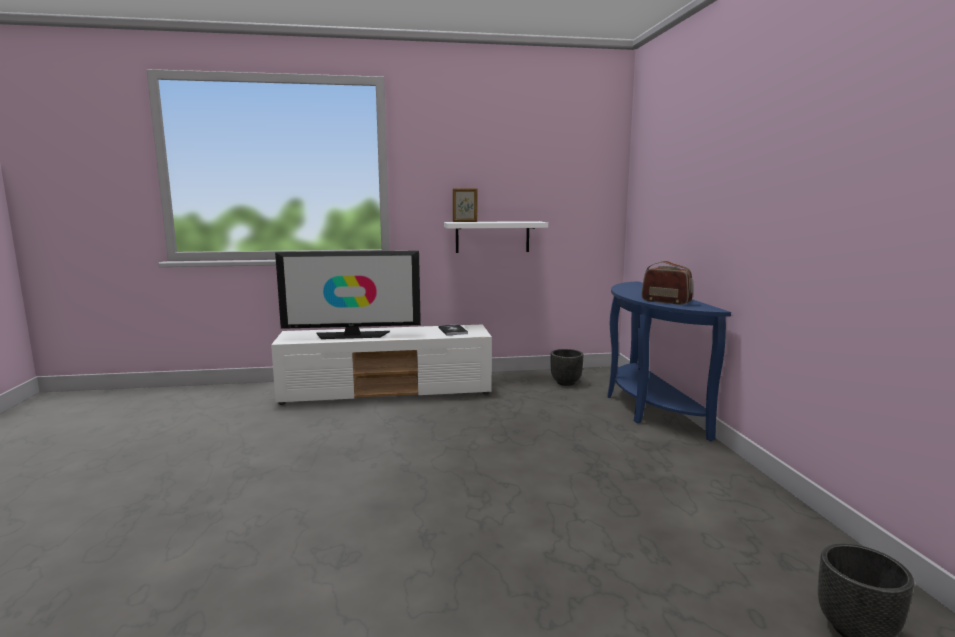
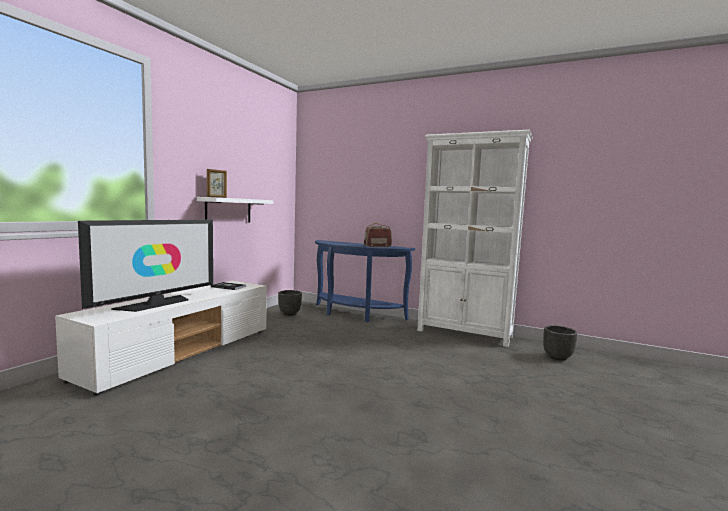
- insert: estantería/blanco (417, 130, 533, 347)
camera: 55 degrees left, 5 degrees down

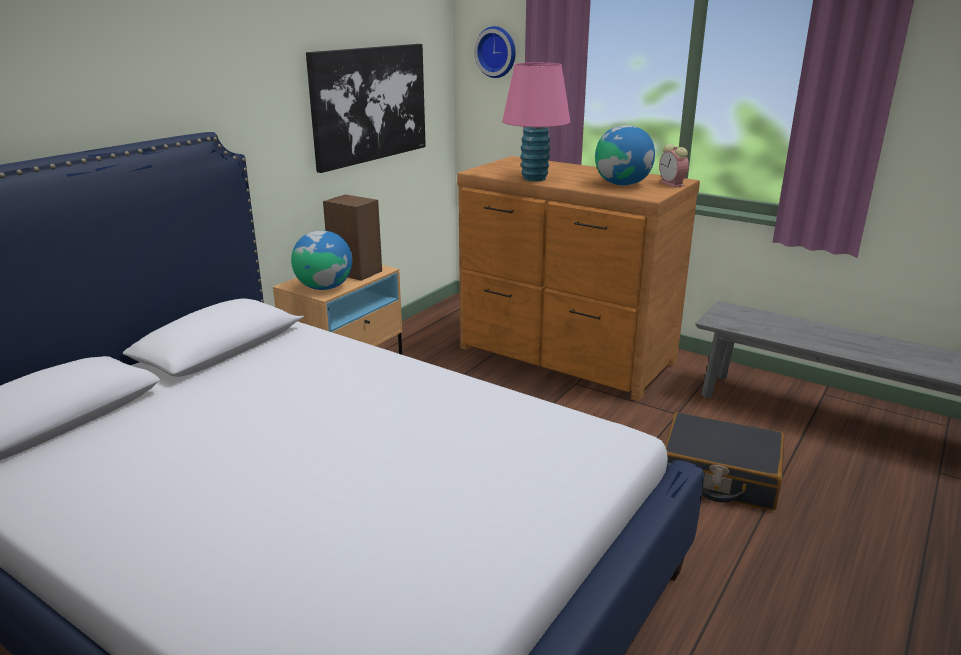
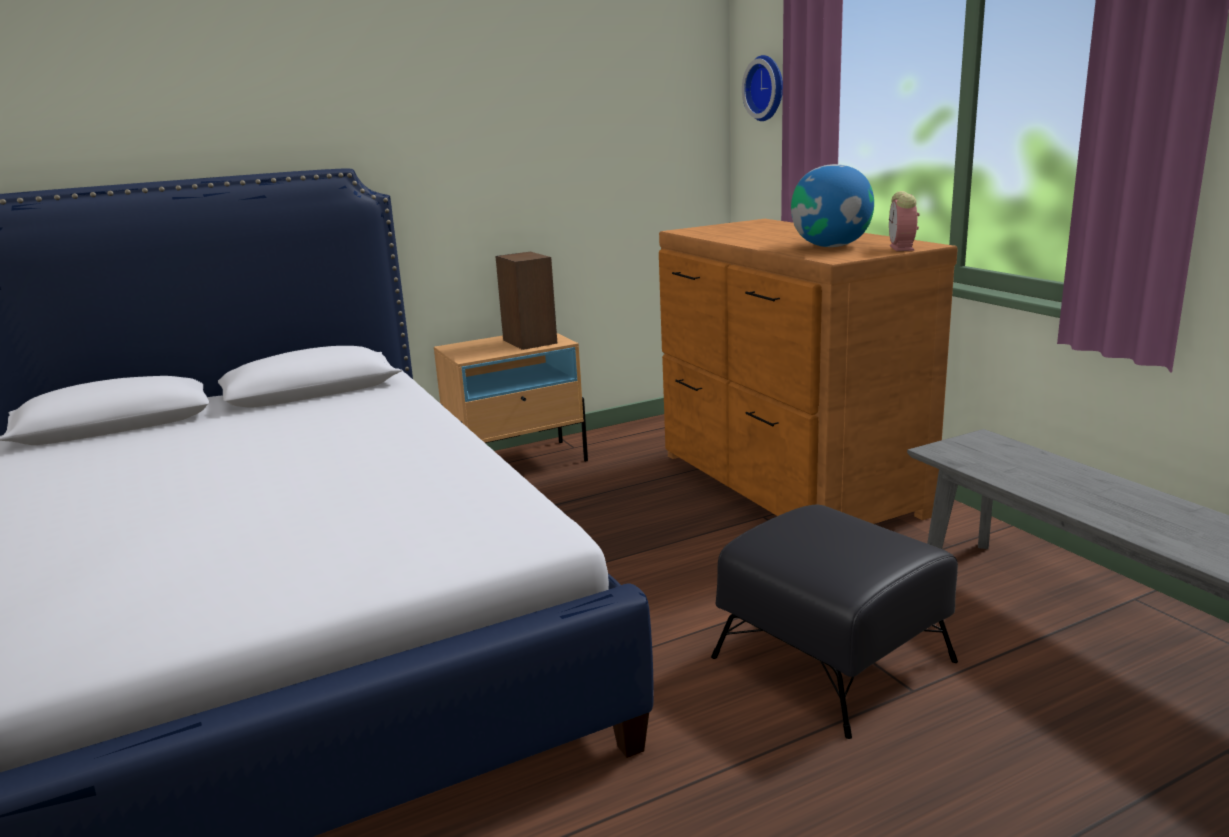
- delete: globo terráqueo (291, 231, 352, 290)
- delete: cuadro (306, 44, 426, 173)
- delete: lámpara de mesa/rosa (502, 63, 570, 181)
- replace: maleta/negro (665, 412, 784, 511) to puf/negro (711, 504, 958, 739)
camera: 30 degrees right, 5 degrees down

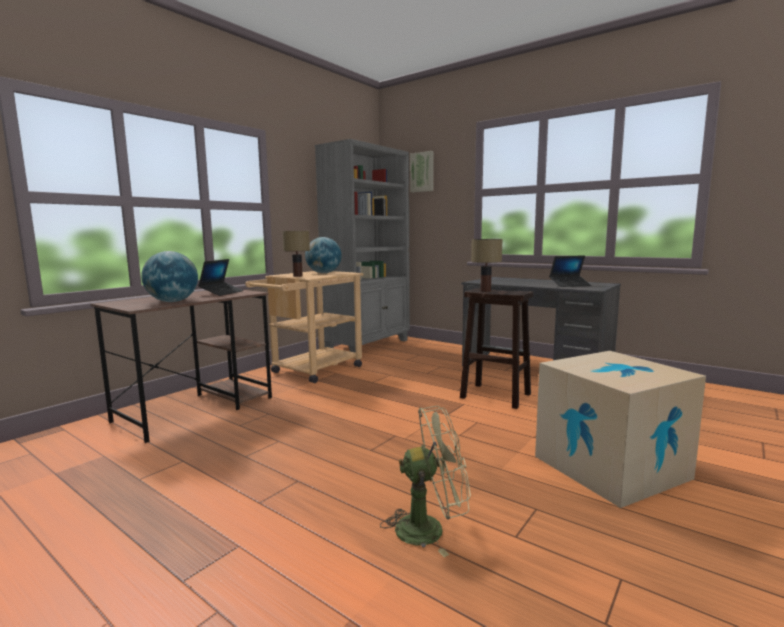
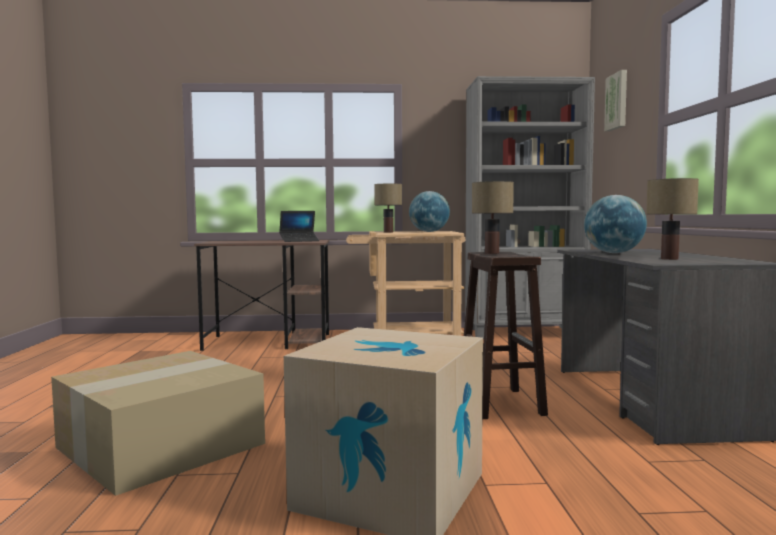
- move: globo terráqueo (141, 251, 198, 302) to (584, 195, 647, 253)
- replace: ventilador/verde (380, 406, 471, 557) to caja de cartón (51, 351, 265, 496)
- replace: portátil (549, 255, 591, 287) to lámpara de mesa (646, 178, 699, 260)
camera: 50 degrees right, 5 degrees down

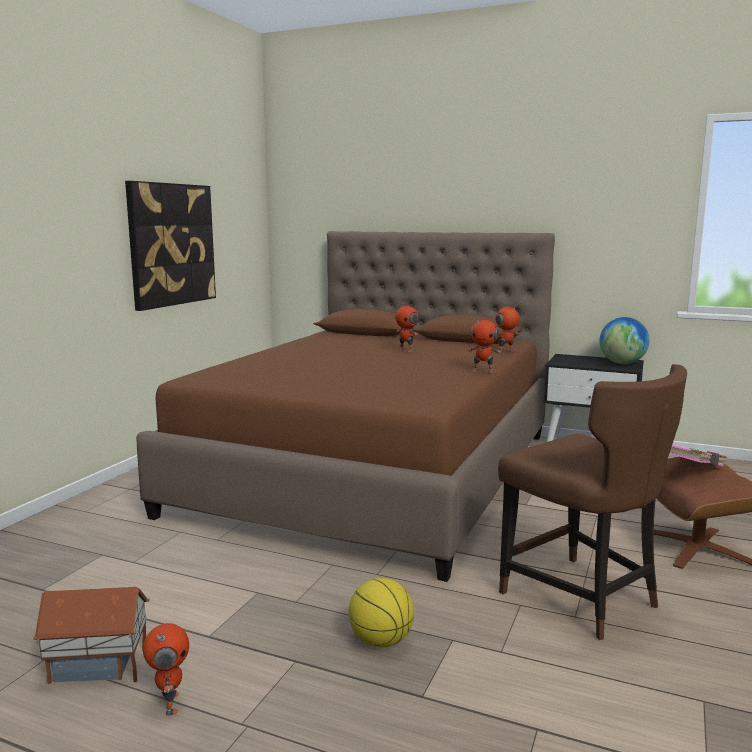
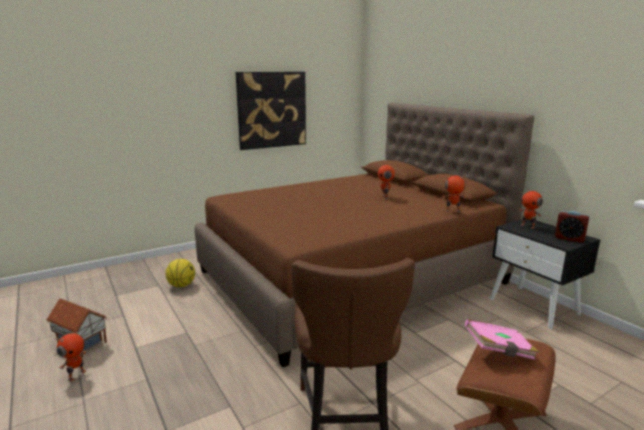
- move: balón de baloncesto (349, 578, 414, 647) to (165, 259, 195, 288)
- move: robot de juguete (468, 315, 500, 373) to (519, 186, 543, 229)
- replace: globo terráqueo (599, 317, 649, 364) to despertador (555, 211, 589, 243)
camera: 35 degrees right, 5 degrees up

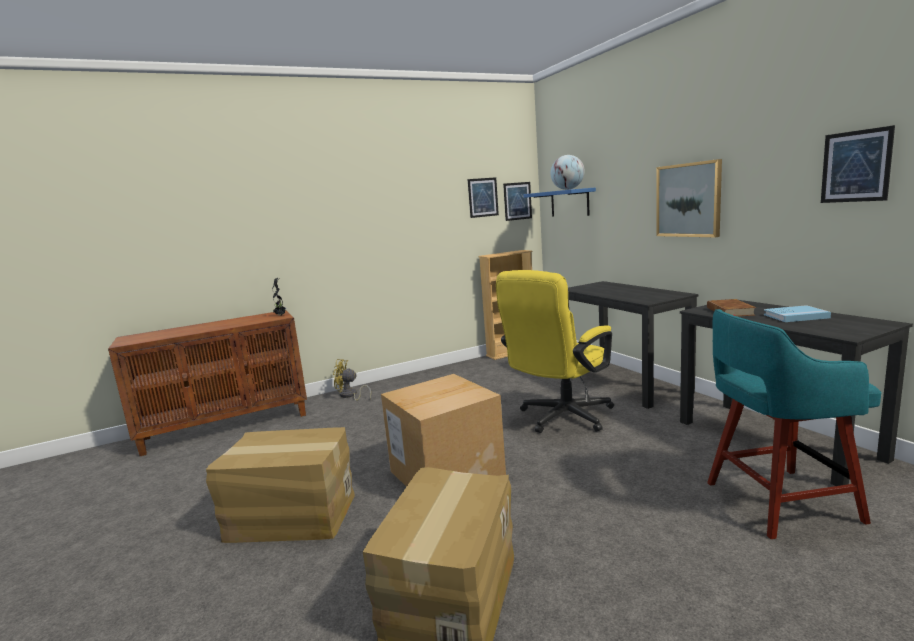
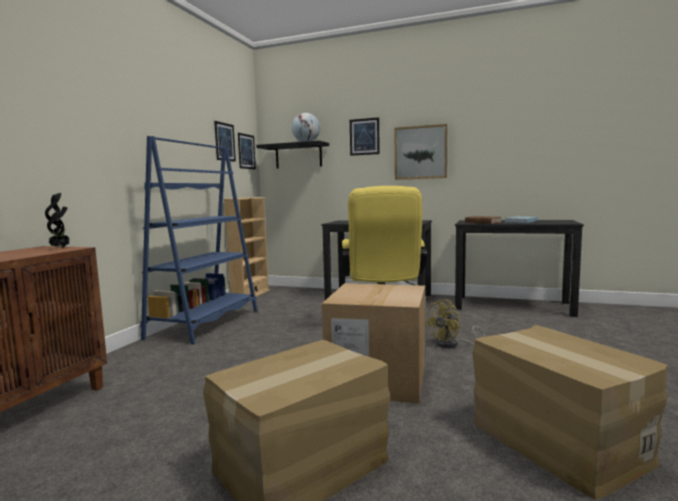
- delete: taburete/turquesa (707, 309, 881, 539)
- insert: estantería/azul (140, 136, 258, 345)
- move: ventilador/amarillo (333, 359, 371, 401) to (425, 299, 485, 348)
- move: cuadro (821, 125, 895, 203) to (350, 117, 380, 156)
- recolor: estante/azul (523, 188, 596, 217) to estante/negro (256, 141, 329, 169)
camera: 45 degrees left, 5 degrees down

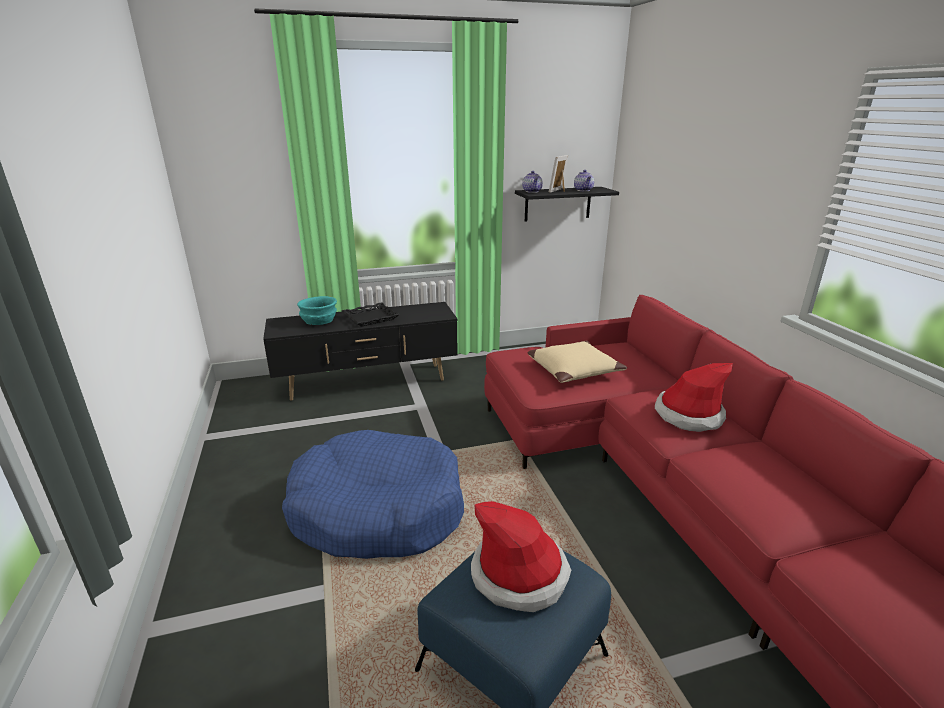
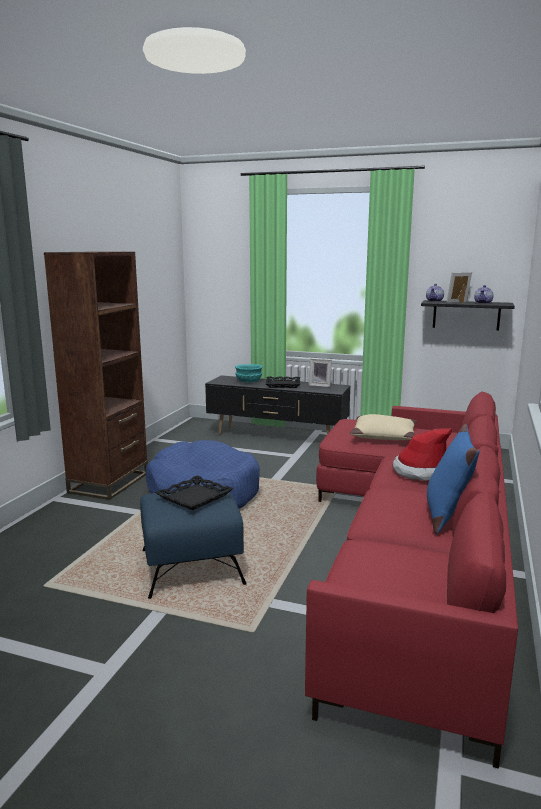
- insert: estantería/marrón (44, 251, 148, 500)
- insert: portarretratos (309, 358, 332, 387)
- insert: cojín/azul (427, 424, 480, 533)
- replace: sombrero (471, 501, 571, 612) to bandeja/negro (155, 475, 233, 510)
camera: 35 degrees right, 10 degrees down

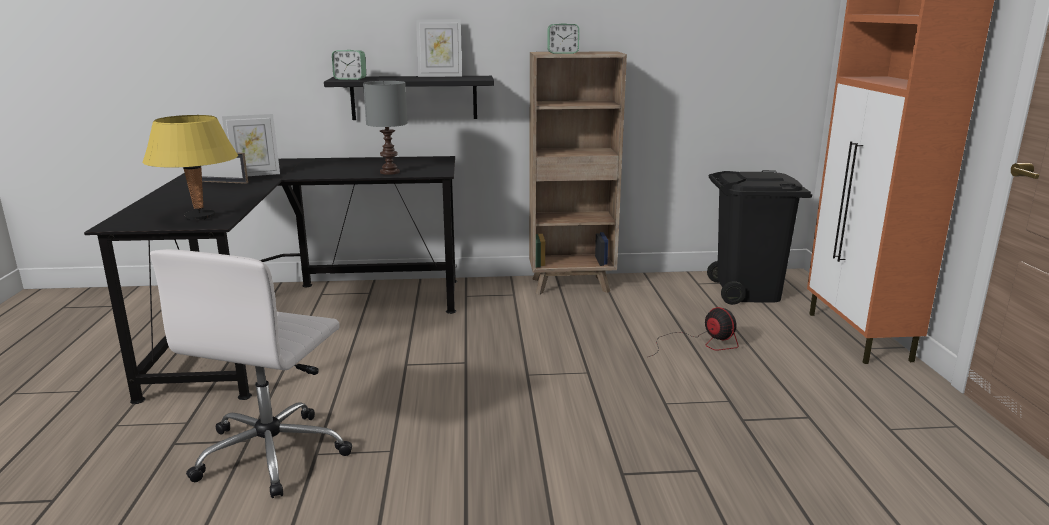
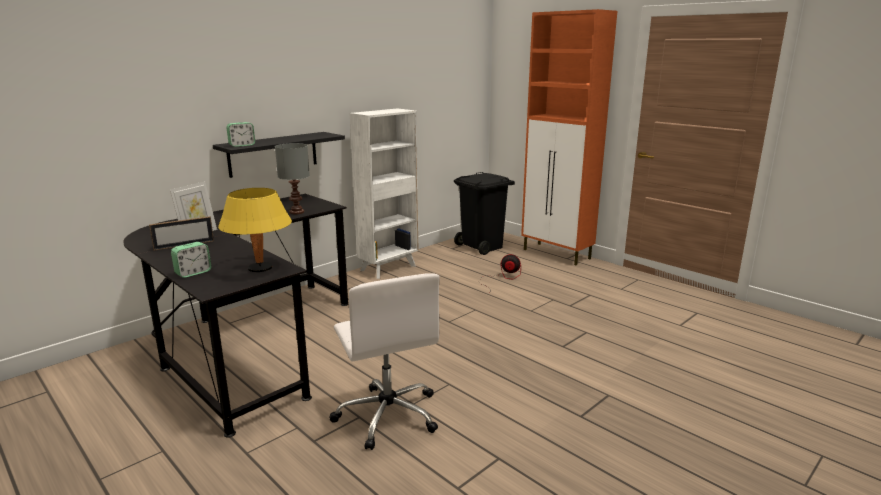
- delete: portarretratos (416, 19, 462, 77)
- move: despertador (547, 23, 579, 54) to (171, 242, 212, 278)
- recolor: estantería/marrón (529, 51, 627, 295) to estantería/blanco (350, 108, 419, 279)
camera: 40 degrees left, 0 degrees up

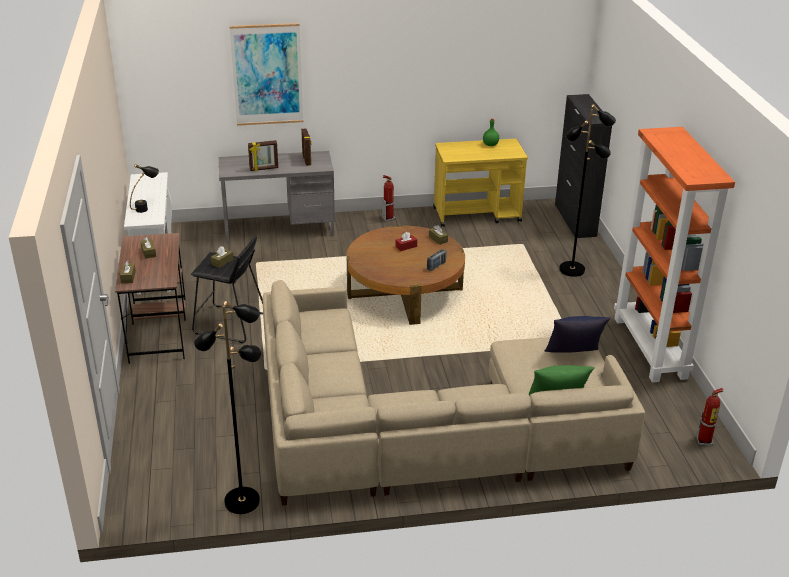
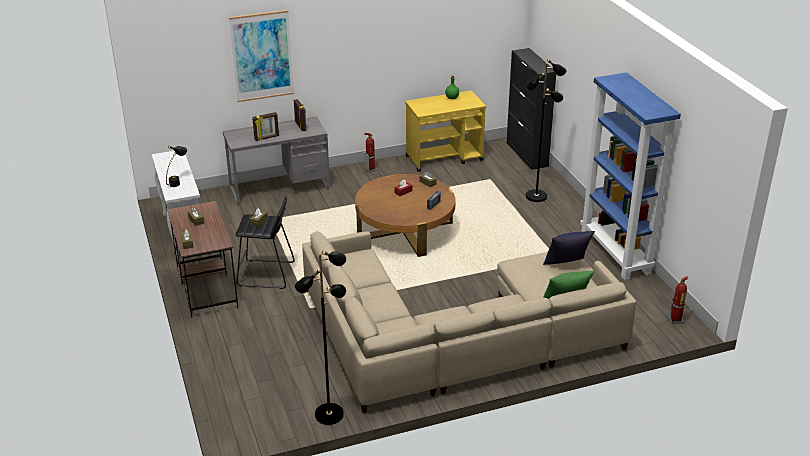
- recolor: estantería/naranja (614, 127, 735, 382) to estantería/azul (580, 72, 681, 280)
camera: 10 degrees left, 0 degrees up

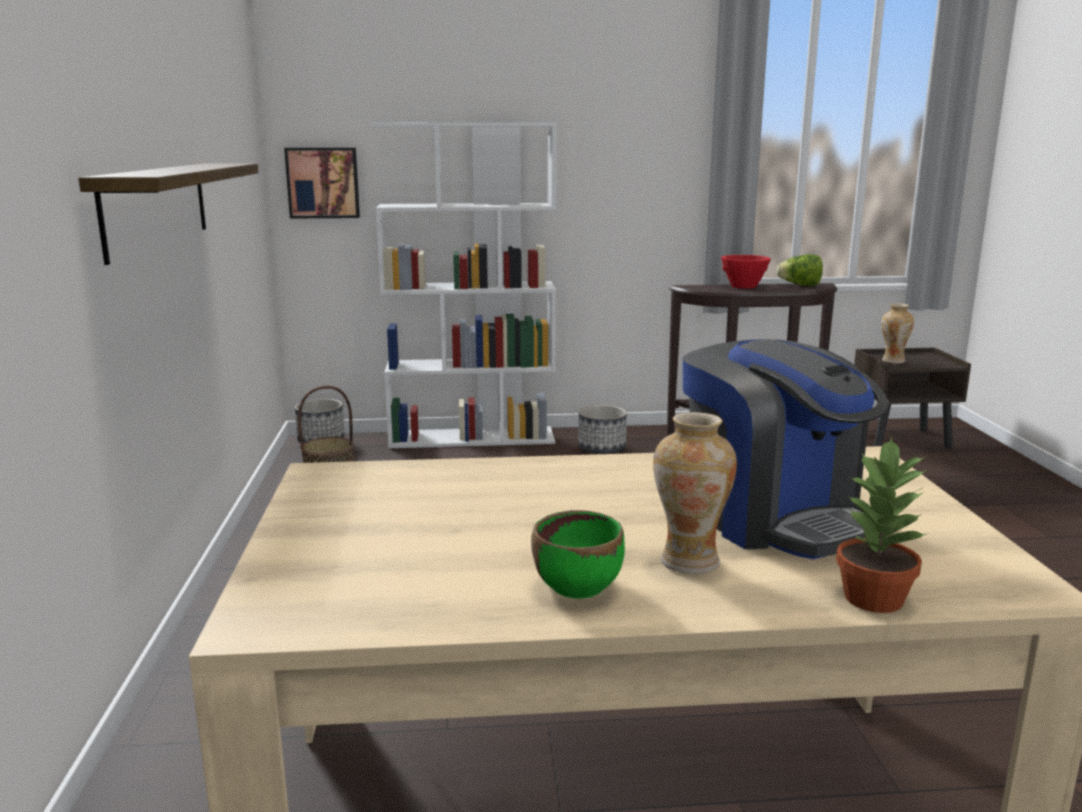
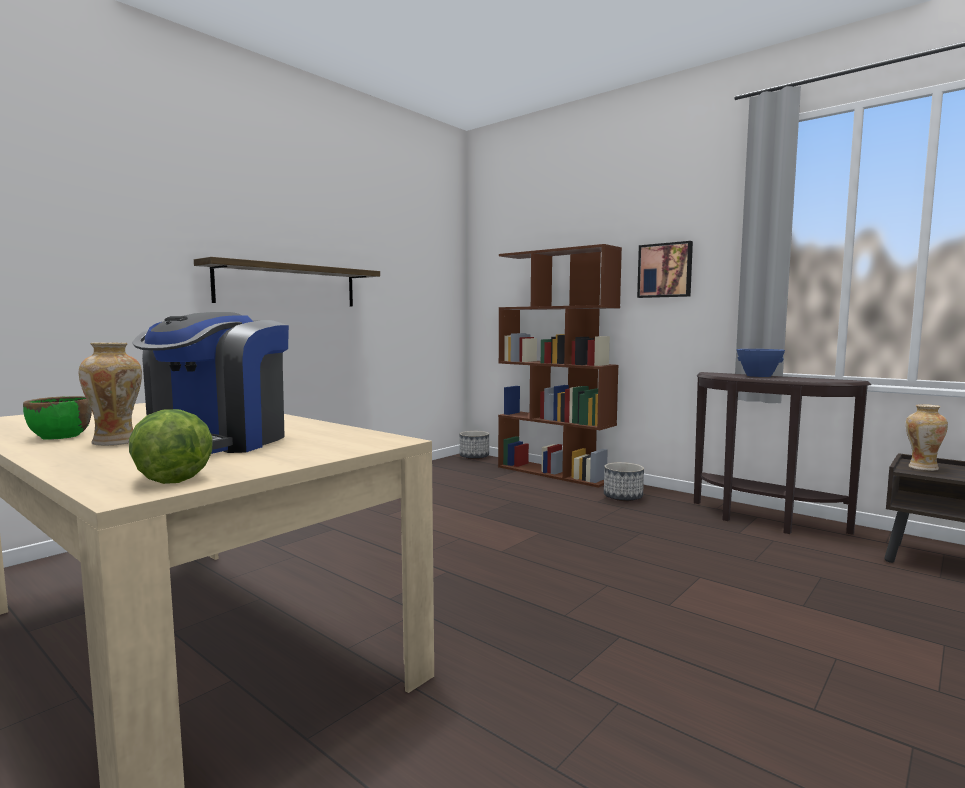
- delete: cesta (298, 386, 354, 463)
- delete: planta en maceta (836, 437, 928, 613)
- move: cuadro (284, 148, 360, 218) to (637, 241, 693, 298)
- move: lechuga (776, 254, 823, 286) to (129, 409, 213, 484)
- recolor: estantería/blanco (371, 122, 557, 448) to estantería/marrón (498, 244, 622, 488)
- recolor: cuenco/rojo (721, 255, 771, 289) to cuenco/azul (736, 349, 785, 377)
camera: 45 degrees right, 10 degrees down

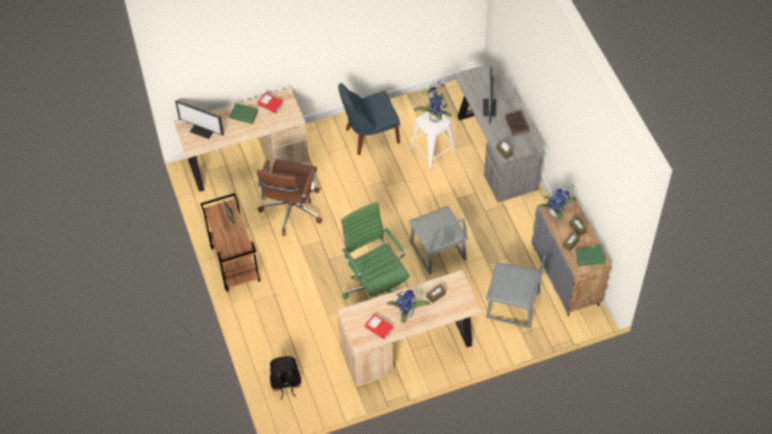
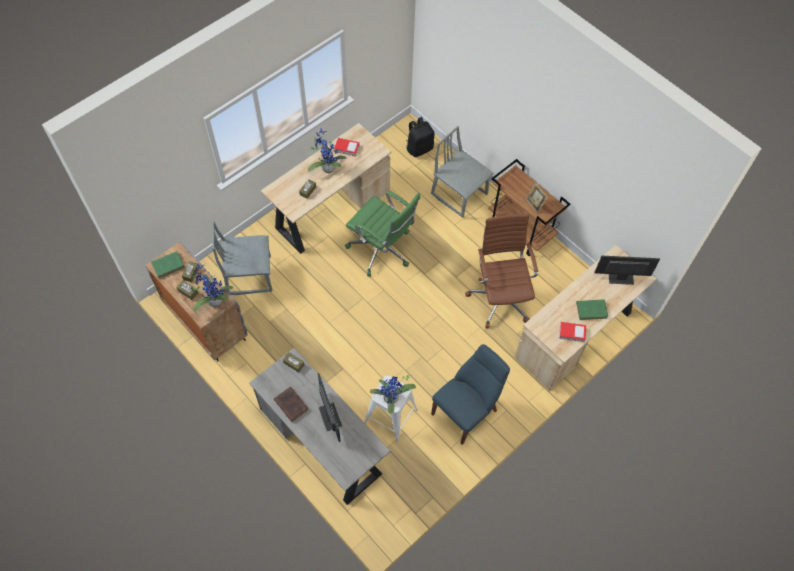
- move: silla/gris (409, 205, 468, 275) to (431, 126, 493, 218)
camera: 155 degrees right, 5 degrees up

